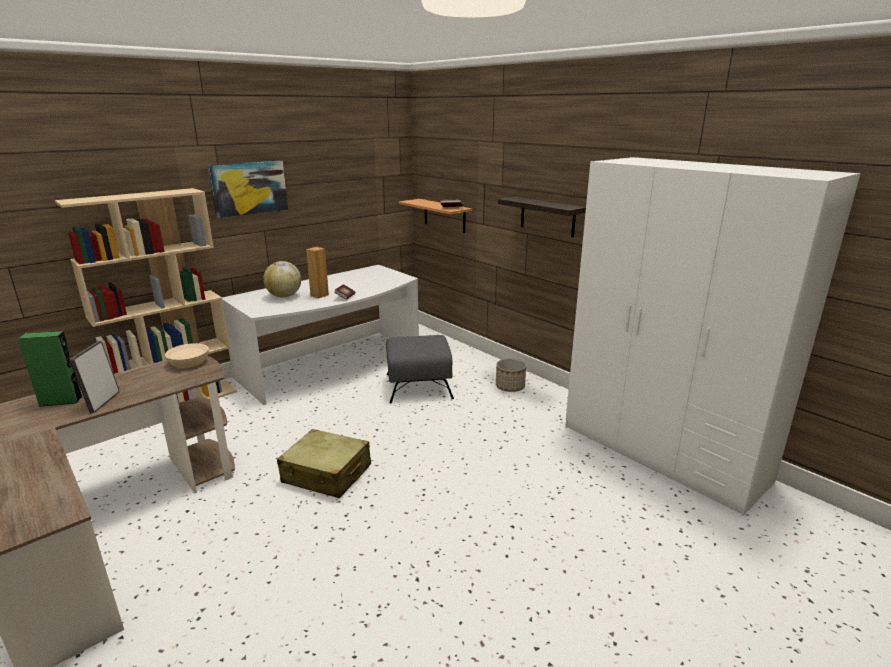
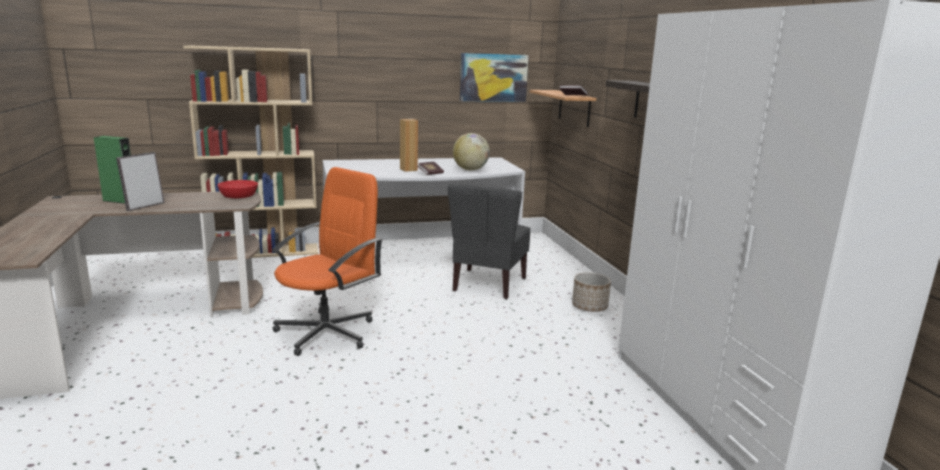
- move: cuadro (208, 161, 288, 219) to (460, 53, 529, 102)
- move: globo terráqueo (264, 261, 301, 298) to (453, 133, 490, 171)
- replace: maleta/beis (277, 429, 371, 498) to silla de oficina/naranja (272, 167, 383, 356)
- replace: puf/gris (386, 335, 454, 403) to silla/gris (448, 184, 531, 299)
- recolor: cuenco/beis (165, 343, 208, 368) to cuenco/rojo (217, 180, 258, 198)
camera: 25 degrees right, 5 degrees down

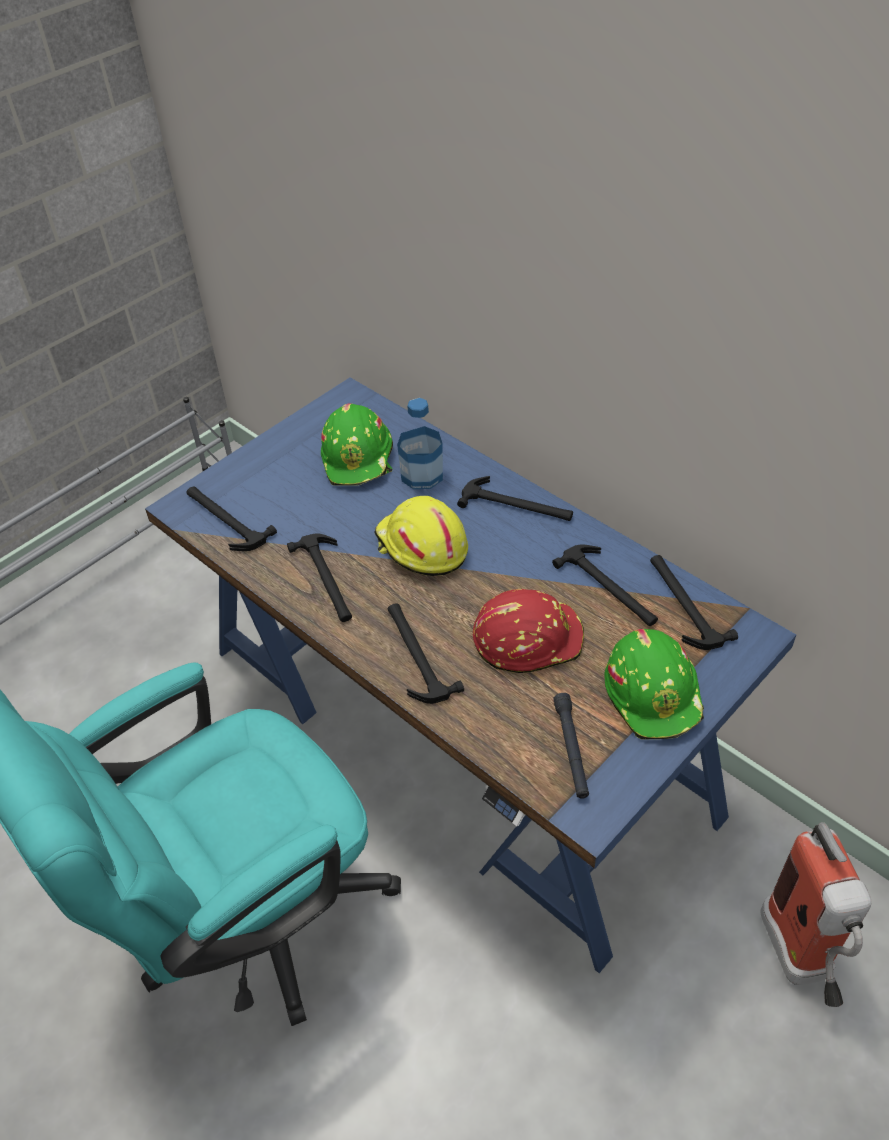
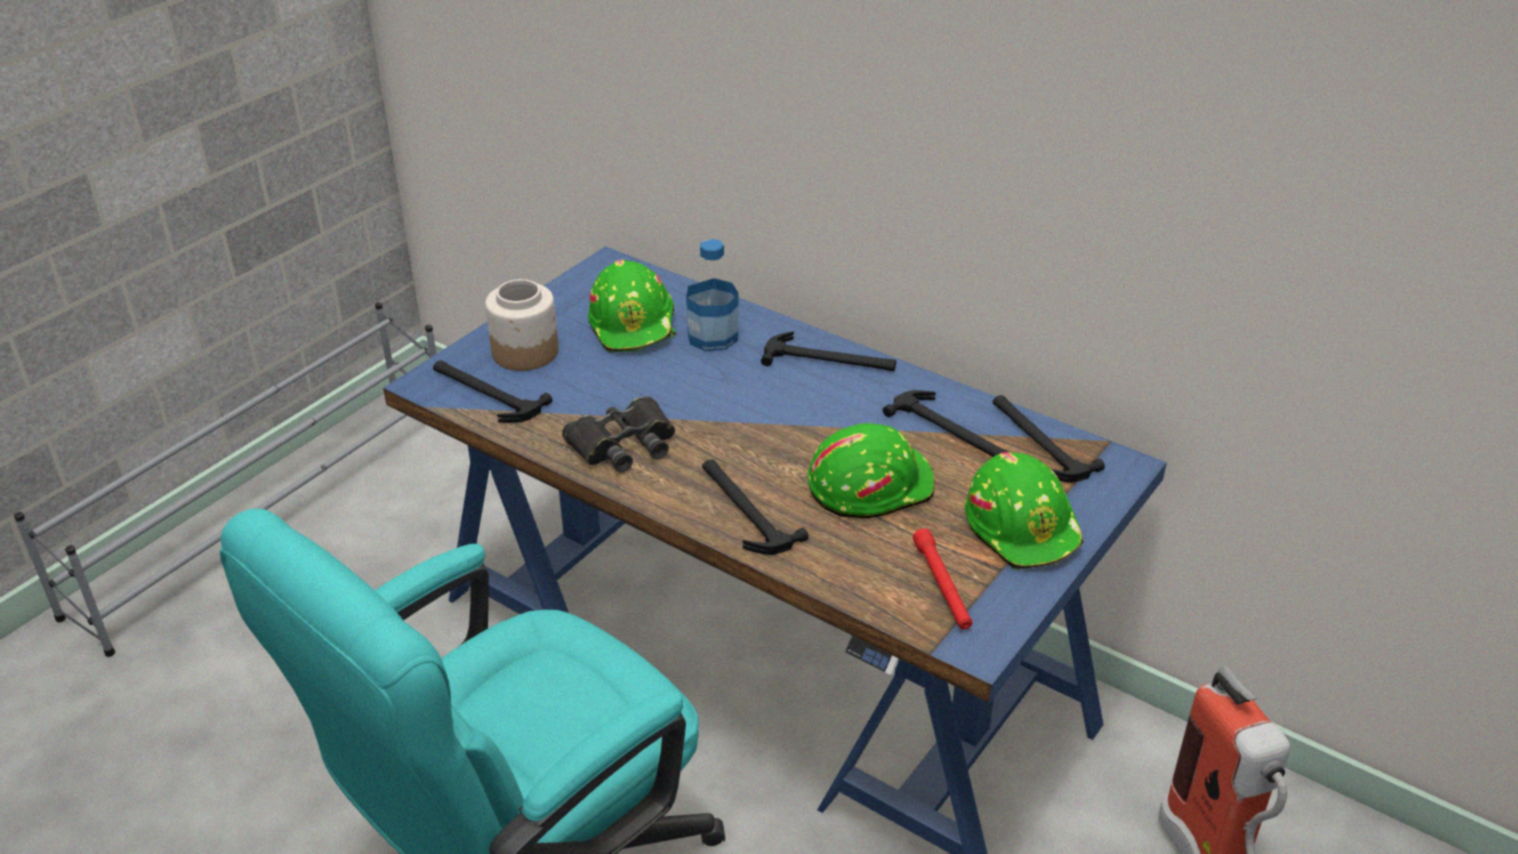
- delete: casco/amarillo (374, 496, 468, 576)
- insert: tarro (485, 279, 559, 371)
- replace: martillo (287, 533, 352, 622) to prismáticos/negro (562, 396, 675, 472)
- recolor: casco/rojo (473, 589, 584, 673) to casco/verde (808, 423, 935, 518)
- recolor: linterna/negro (553, 693, 589, 799) to linterna/rojo (913, 528, 972, 629)
camera: 10 degrees left, 10 degrees down

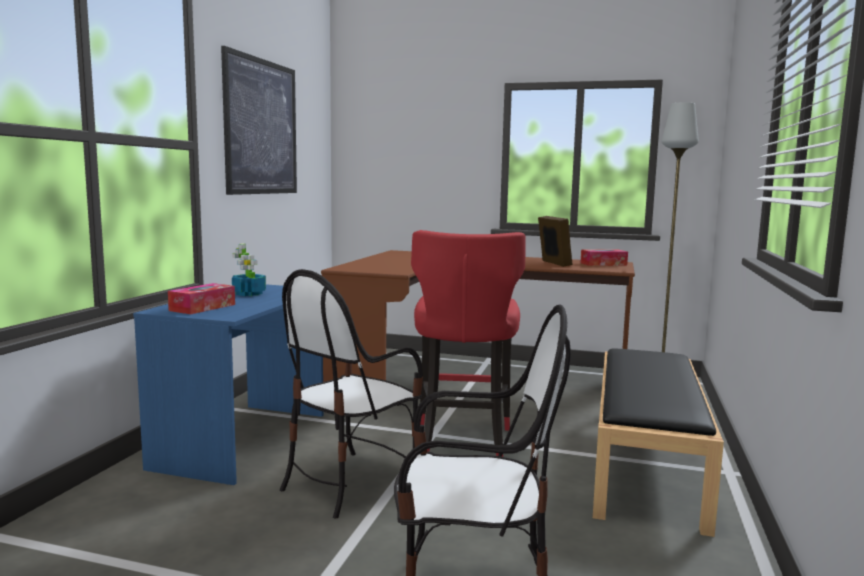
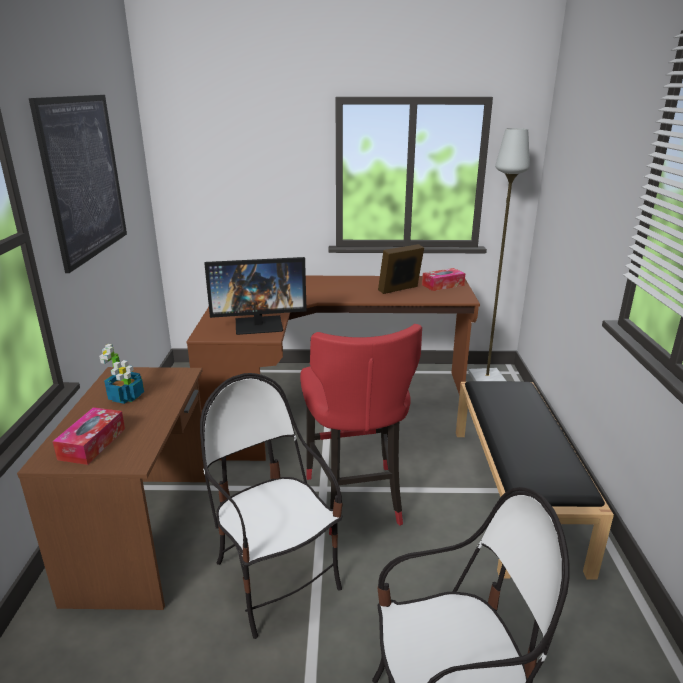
- insert: monitor (204, 257, 307, 335)
- recolor: escritorio/azul (133, 284, 324, 485) to escritorio/marrón (17, 367, 209, 610)
- rotate: silla (280, 269, 423, 519) = (200, 373, 343, 639) 120 degrees clockwise
- rotate: portarretratos (538, 216, 572, 267) = (378, 244, 424, 294) 90 degrees counterclockwise
camera: 15 degrees left, 15 degrees up

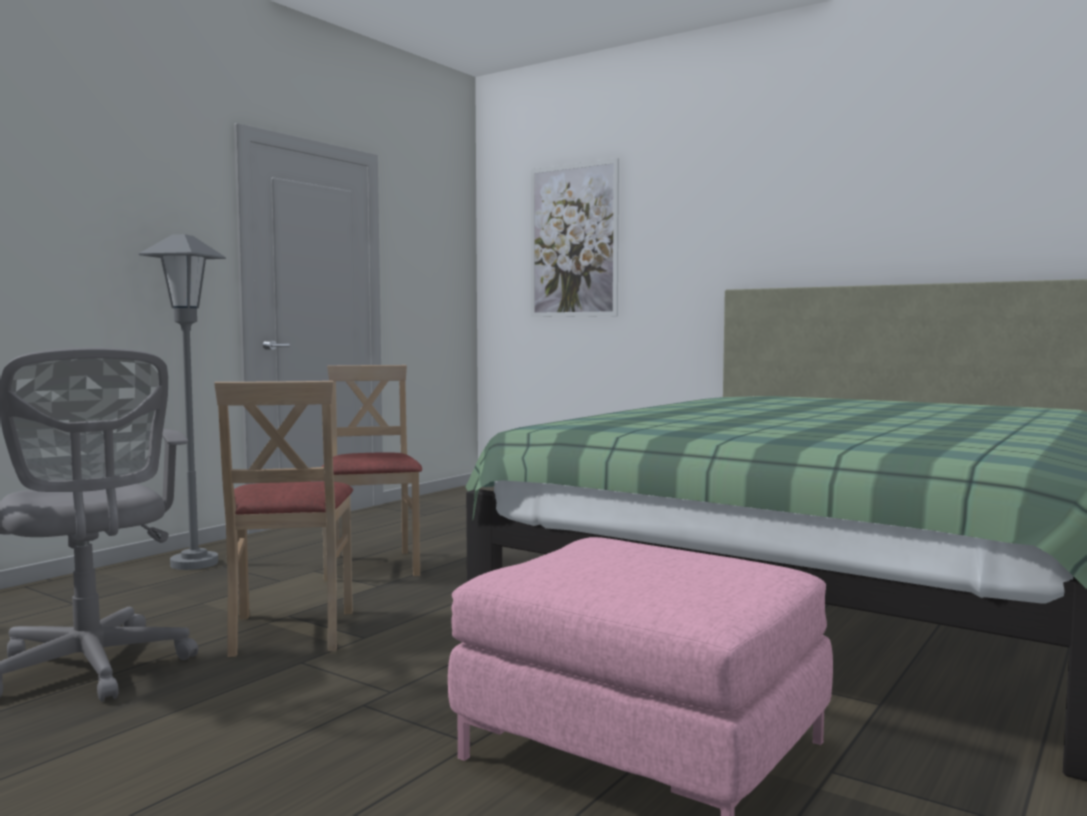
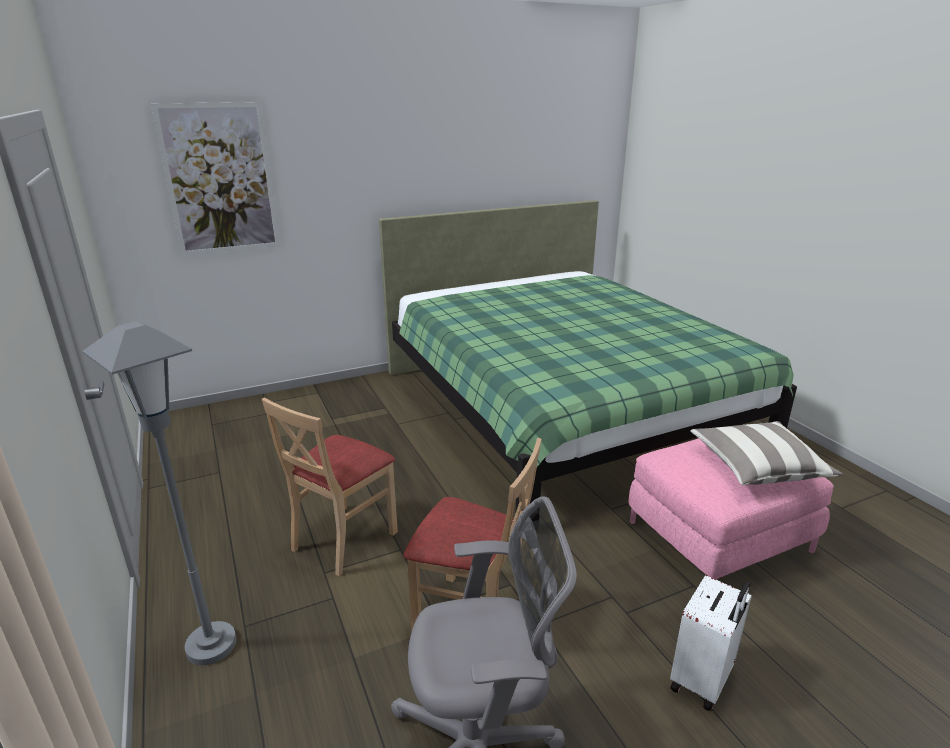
- insert: maleta/blanco (670, 575, 752, 711)
- insert: cojín (690, 421, 843, 485)
- rotate: silla/beis (322, 365, 422, 581) = (262, 398, 398, 576) 75 degrees counterclockwise
camera: 60 degrees left, 20 degrees up

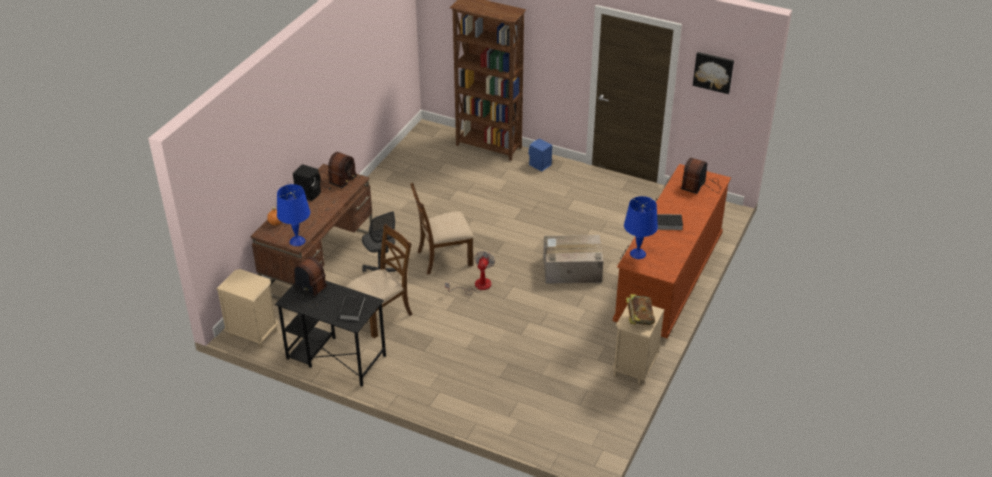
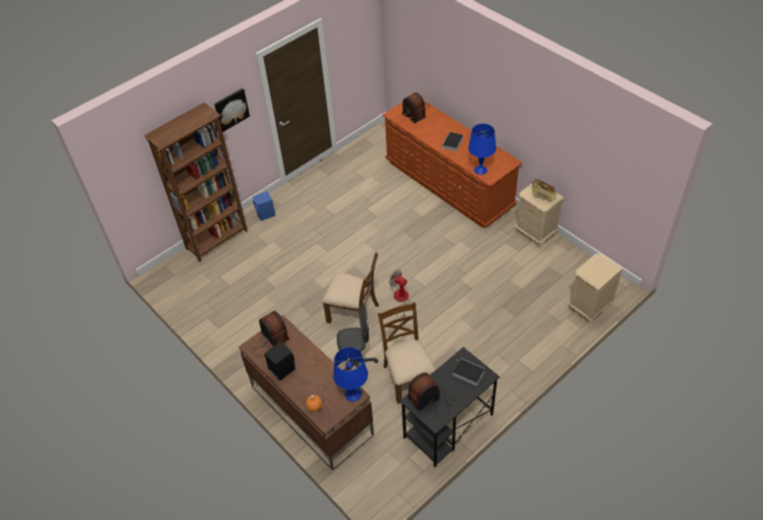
- delete: caja de cartón (543, 235, 603, 284)
- move: mesita de noche/beis (216, 269, 278, 349) to (569, 254, 623, 324)
- move: cuadro (693, 52, 734, 94) to (214, 88, 250, 132)
- rotate: silla/marrón (410, 183, 474, 274) = (322, 253, 379, 330) 75 degrees counterclockwise
camera: 65 degrees left, 10 degrees up

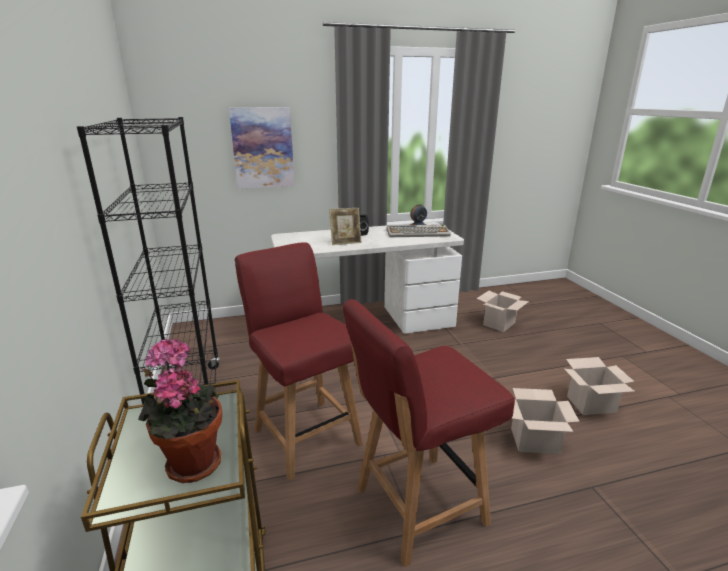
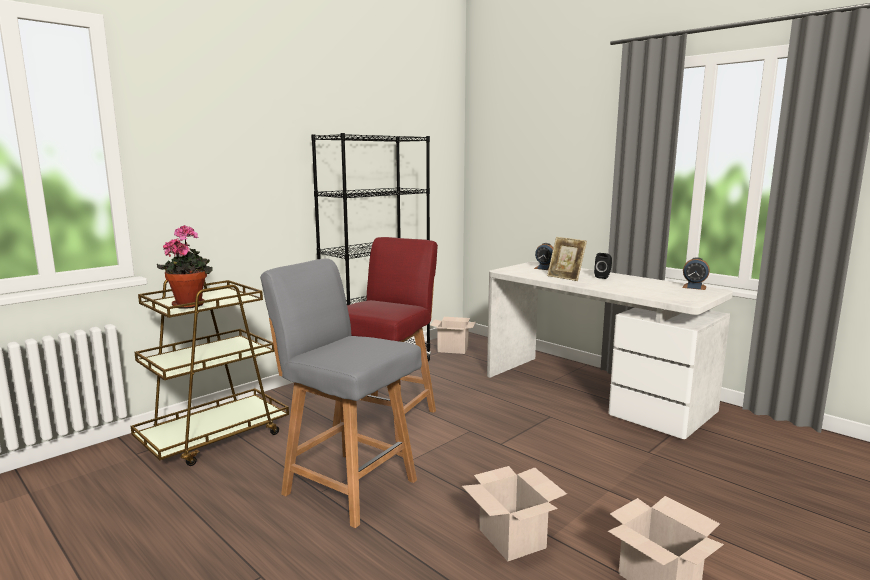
- delete: cuadro (229, 107, 295, 189)
- delete: teclado (387, 225, 451, 237)
- insert: despertador (534, 243, 554, 270)
- move: caja de cartón (476, 291, 529, 332) to (430, 317, 476, 354)
- recolor: silla/rojo (342, 299, 515, 567) to silla/gris (260, 259, 422, 528)
camera: 60 degrees right, 10 degrees down

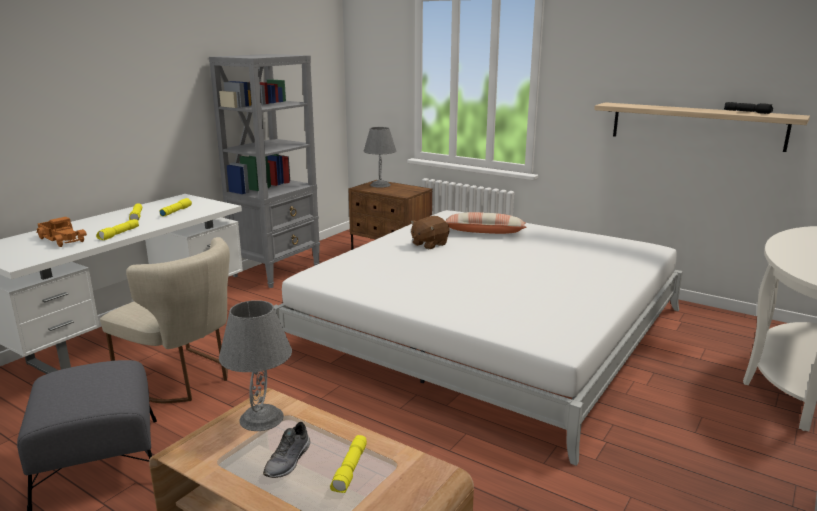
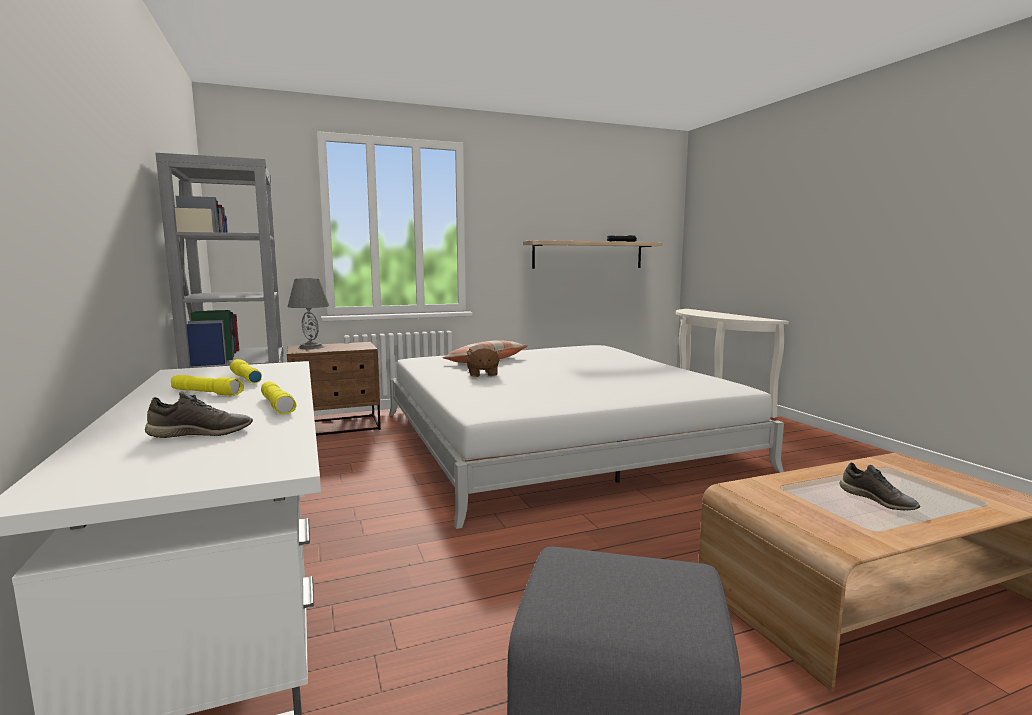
- delete: silla/beis (100, 237, 230, 403)
- delete: lámpara de mesa/gris (219, 300, 292, 431)
- delete: linterna/amarillo (330, 435, 367, 493)
- replace: camión de juguete (36, 217, 87, 247) to zapato/gris (145, 391, 253, 438)
camera: 55 degrees left, 10 degrees down

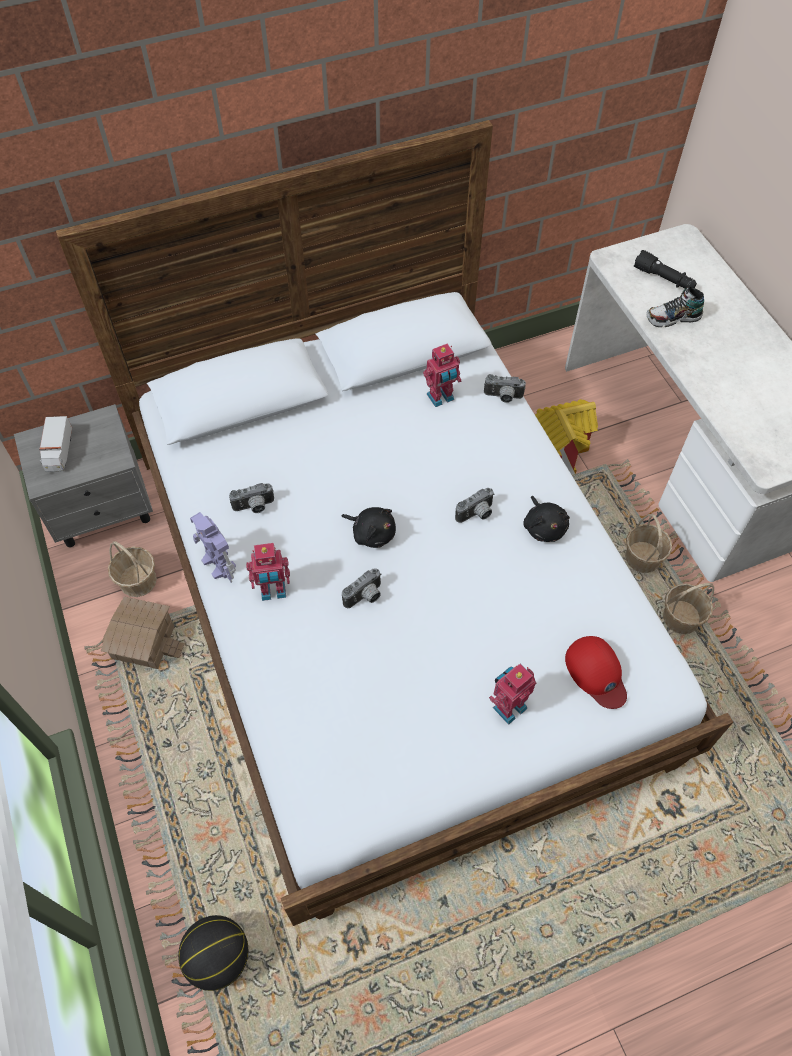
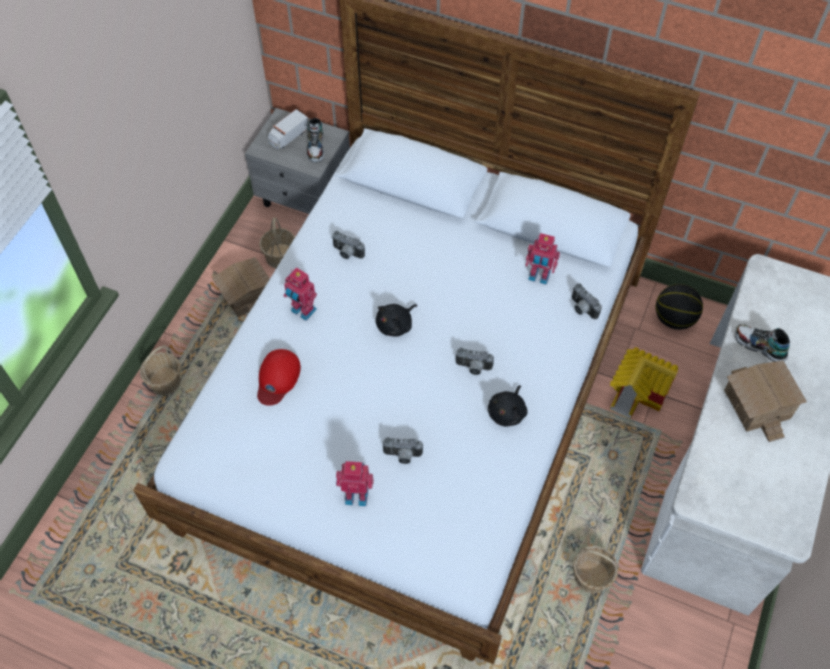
- delete: robot de juguete (190, 512, 236, 583)
- delete: linterna/negro (634, 250, 697, 289)
- insert: zapato (306, 118, 324, 162)
- insert: casita (724, 361, 807, 442)
- move: balón de baloncesto (178, 915, 248, 991) to (656, 284, 703, 330)
- move: cámara (342, 568, 382, 608) to (382, 437, 423, 464)
- move: gorra/rojo (565, 636, 627, 709) to (257, 349, 301, 406)
- move: cesta (625, 514, 672, 573) to (140, 345, 181, 395)
- rotate: peluche/negro (341, 507, 396, 548) = (376, 304, 417, 337) 60 degrees clockwise
camera: 45 degrees right, 0 degrees up

